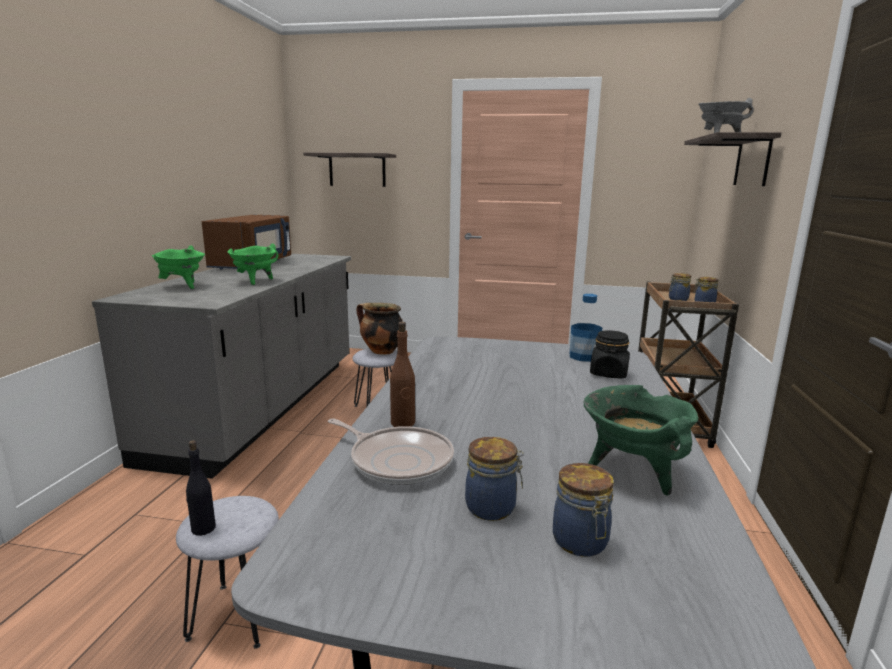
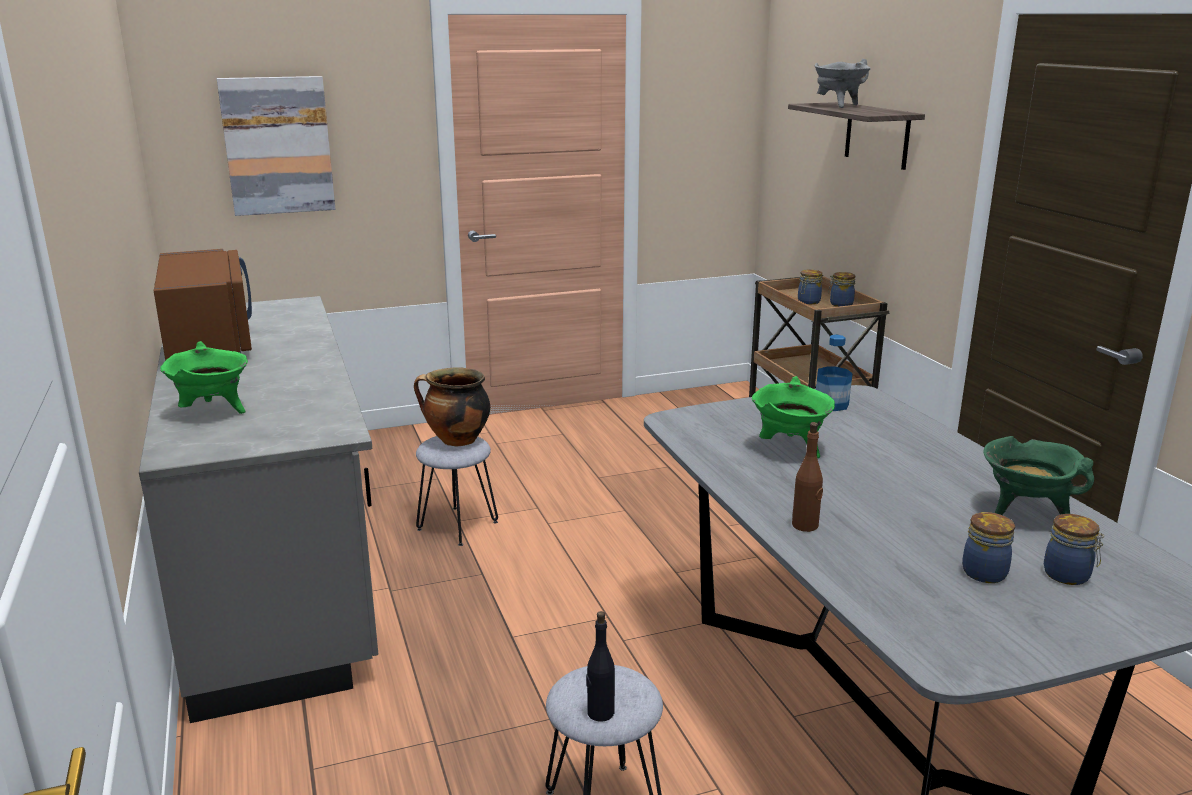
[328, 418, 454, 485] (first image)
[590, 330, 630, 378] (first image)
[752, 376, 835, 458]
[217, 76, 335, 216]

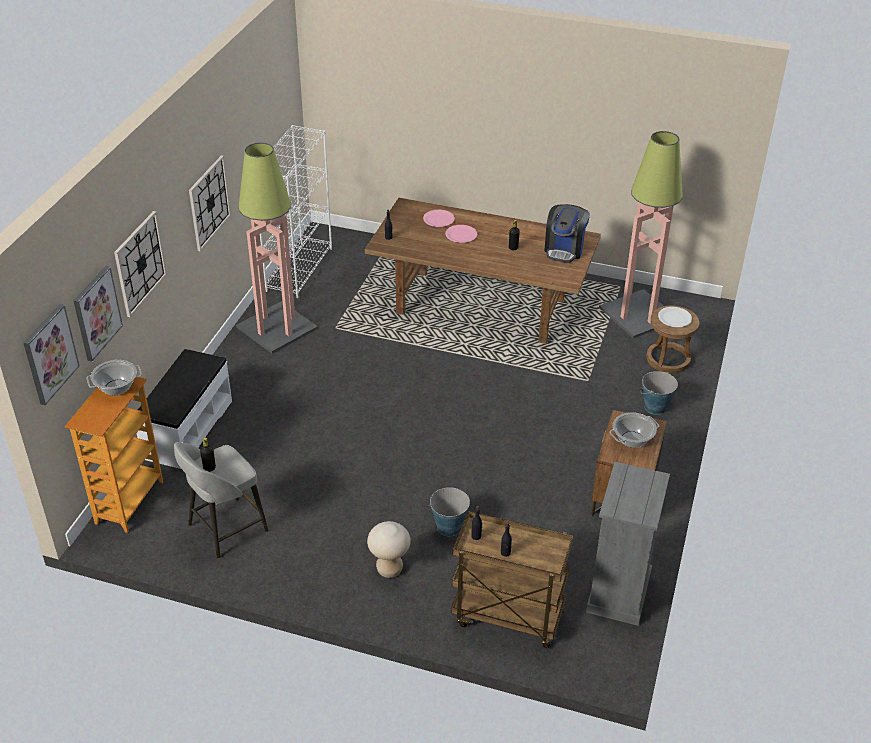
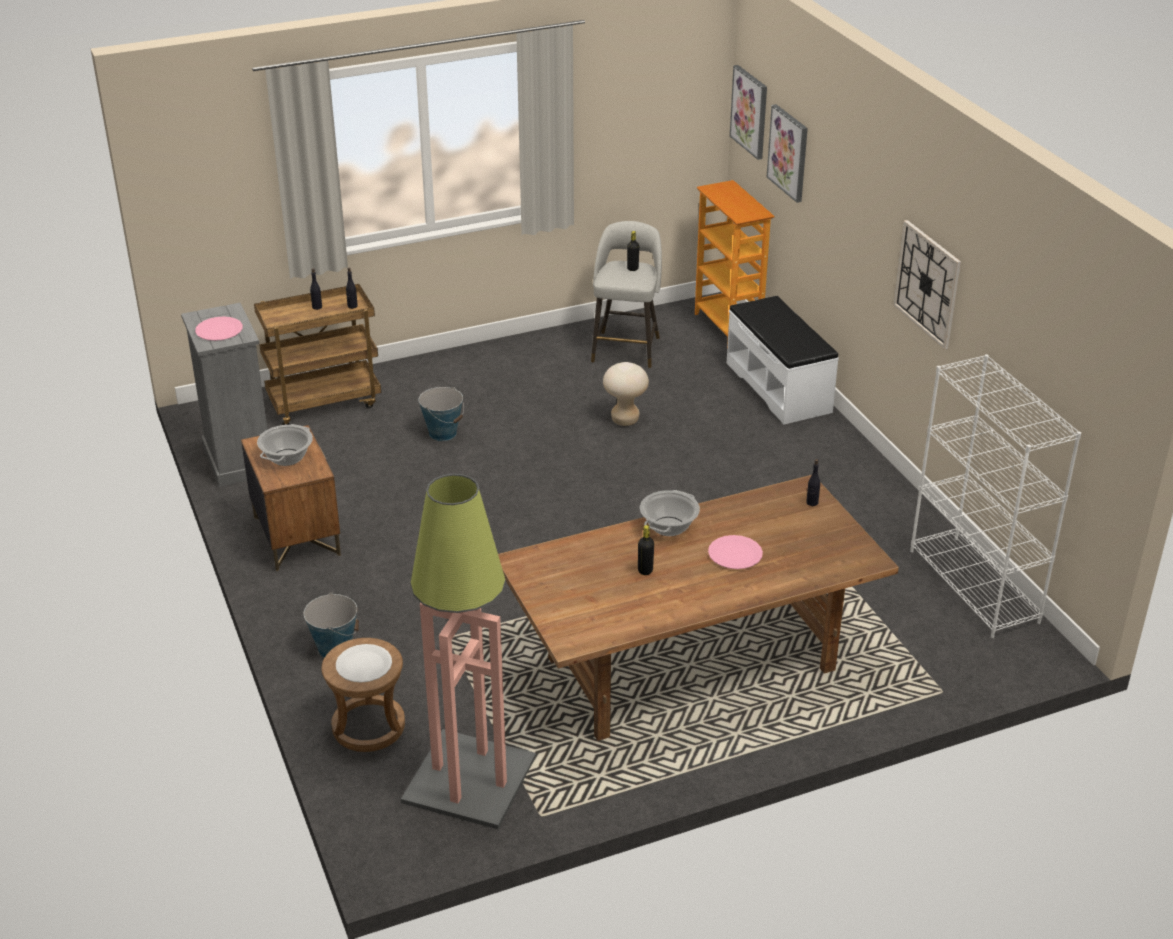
[114, 211, 167, 317] (first image)
[236, 142, 318, 354] (first image)
[544, 204, 590, 263] (first image)
[640, 490, 700, 536]
[603, 362, 649, 426]
[195, 316, 243, 341]

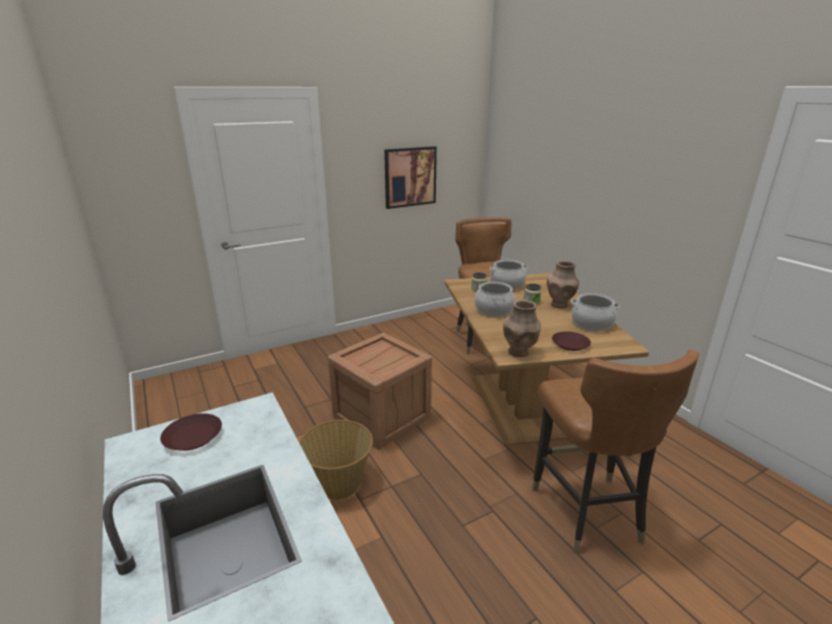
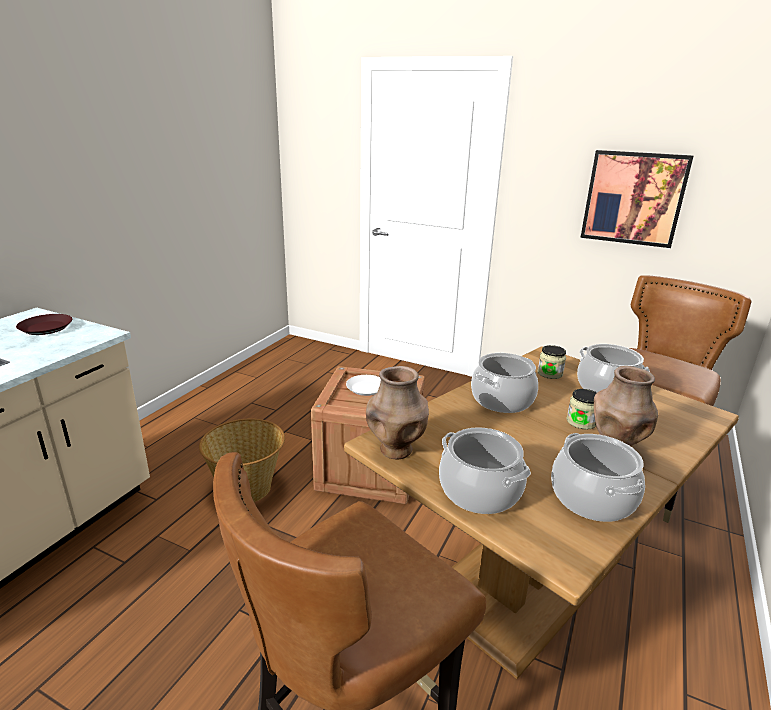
[346, 375, 381, 396]
[439, 427, 531, 514]

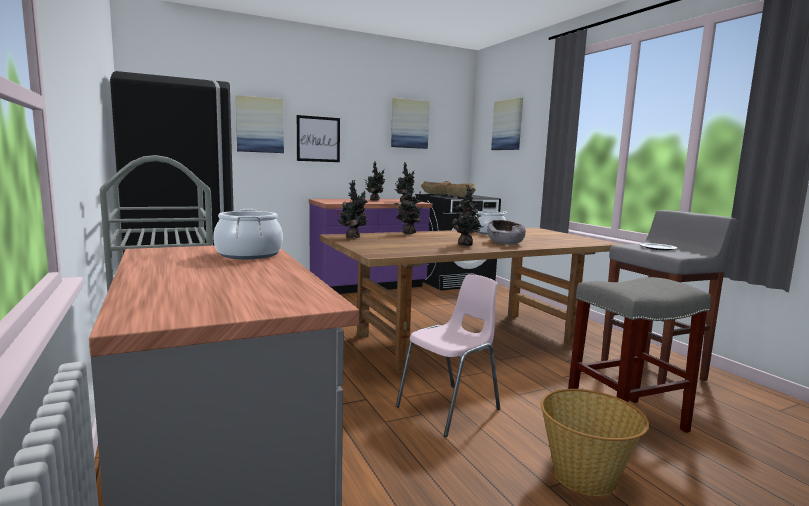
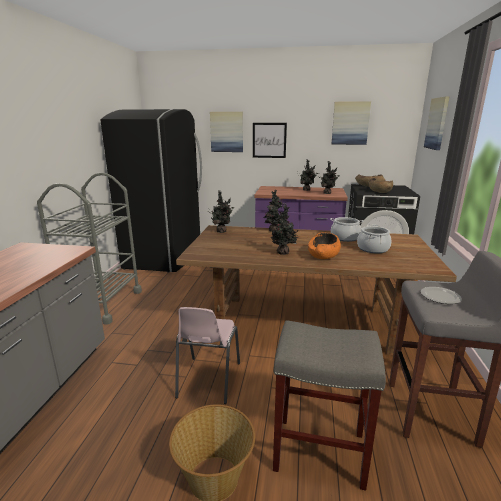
[357, 225, 391, 253]
[308, 232, 341, 259]
[175, 307, 240, 404]

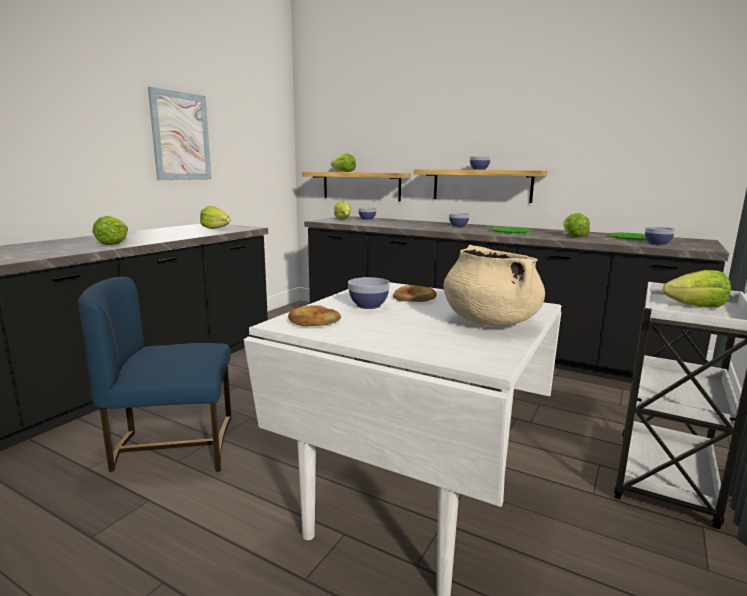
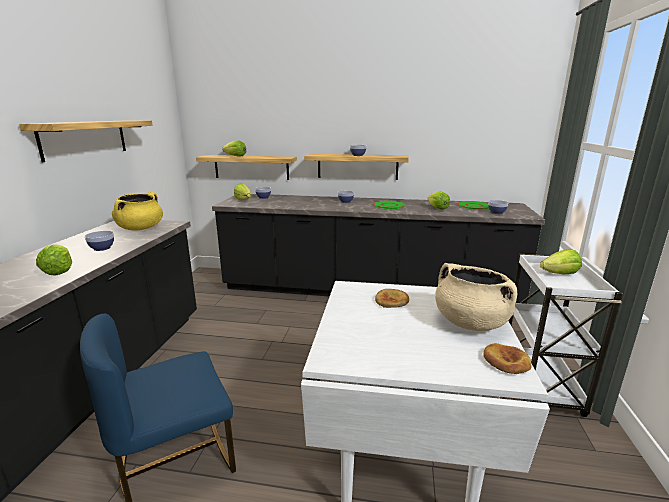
[484, 343, 531, 374]
[85, 231, 114, 251]
[19, 120, 153, 162]
[112, 192, 163, 230]

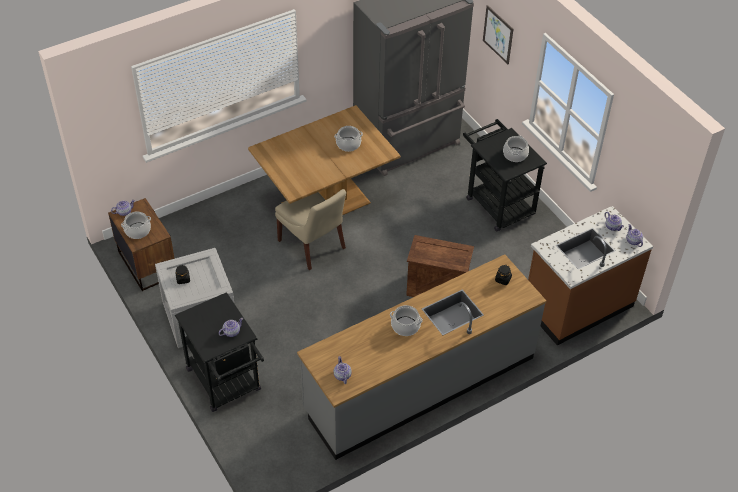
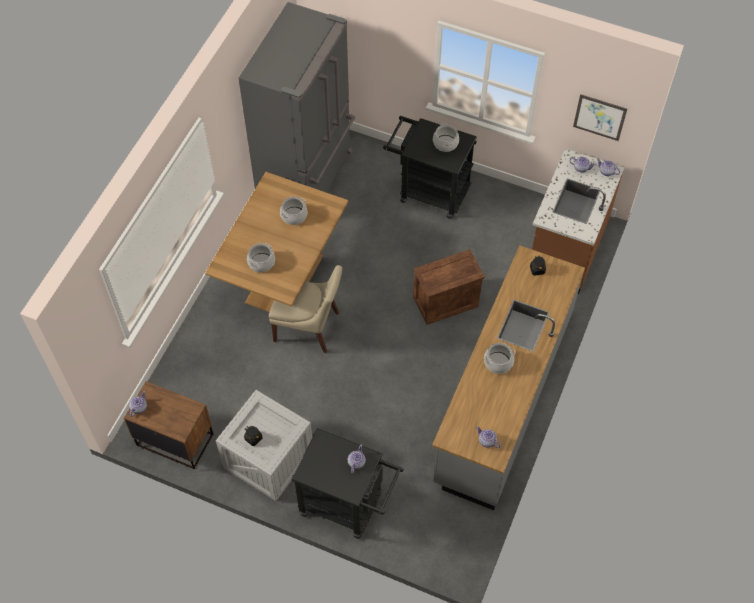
[247, 243, 275, 272]
[573, 94, 627, 141]

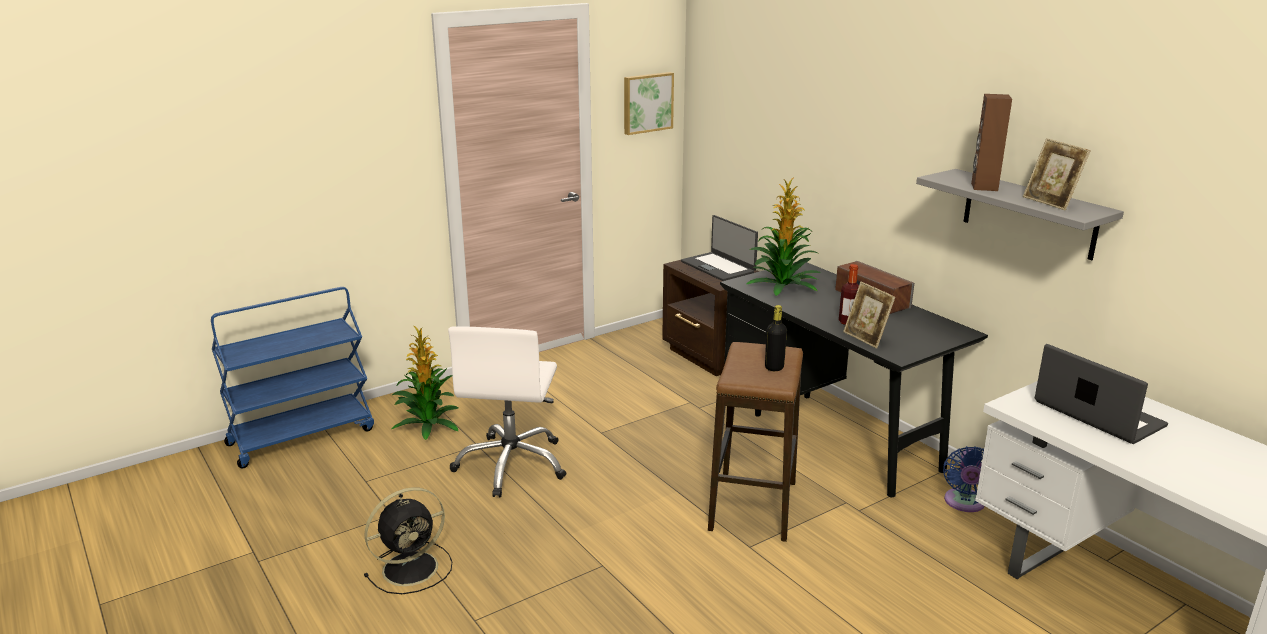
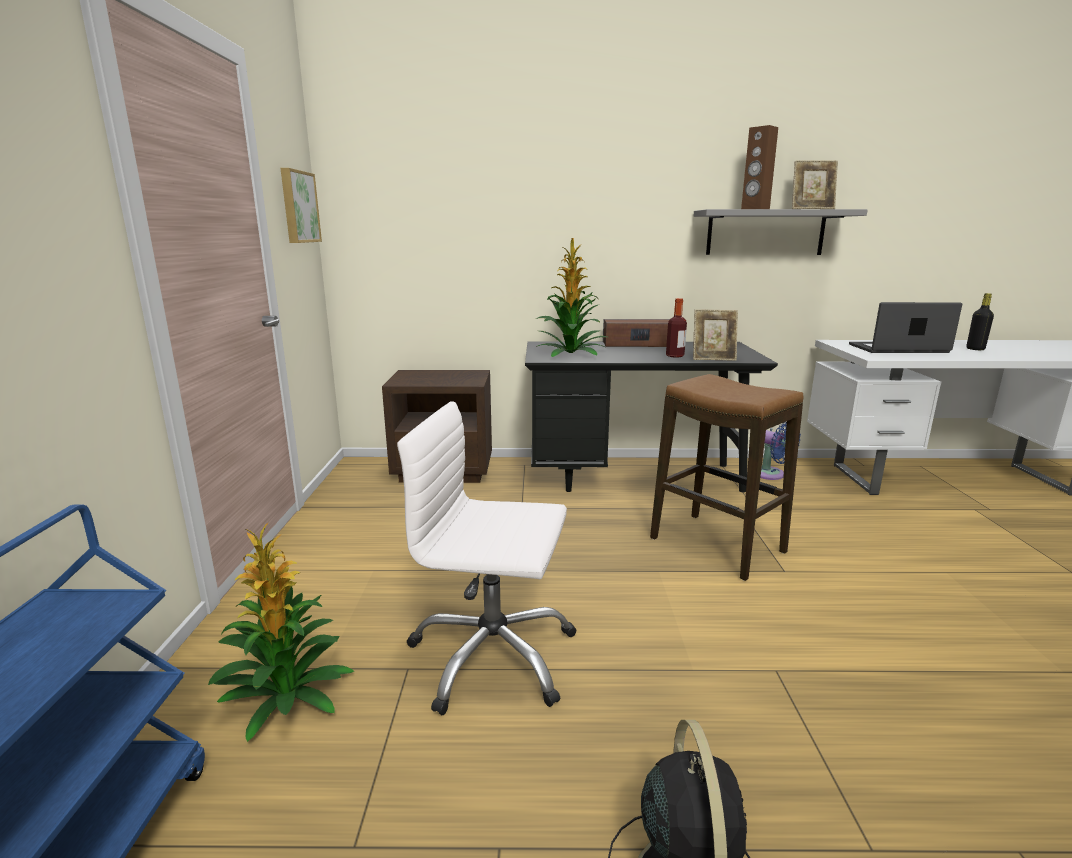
[681, 215, 758, 281] (first image)
[966, 293, 994, 350]
[397, 401, 577, 715]

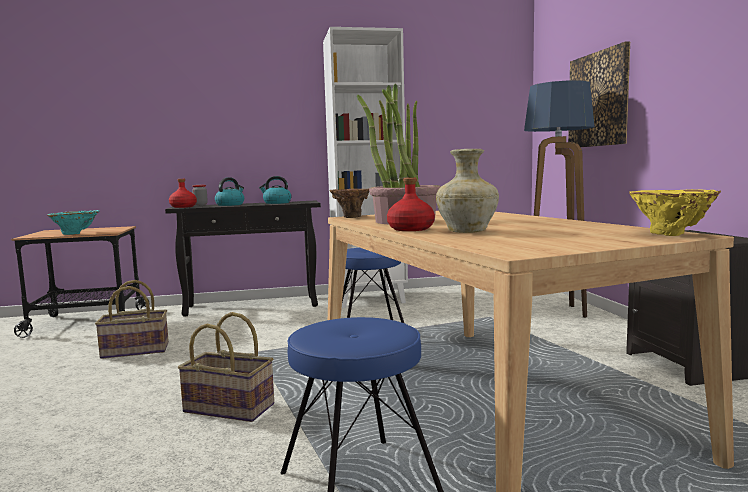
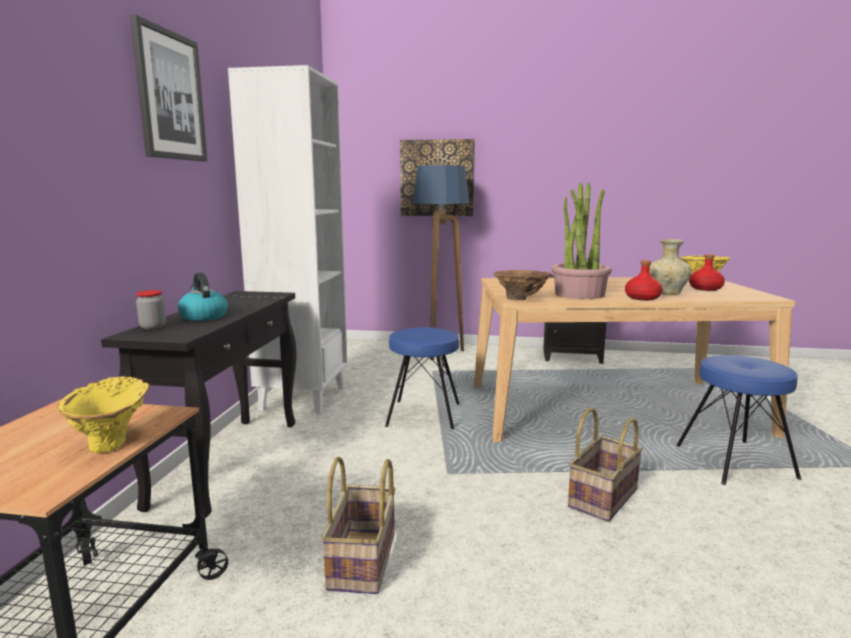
[259, 176, 292, 204] (first image)
[131, 15, 207, 161]
[689, 254, 725, 291]
[57, 376, 150, 453]

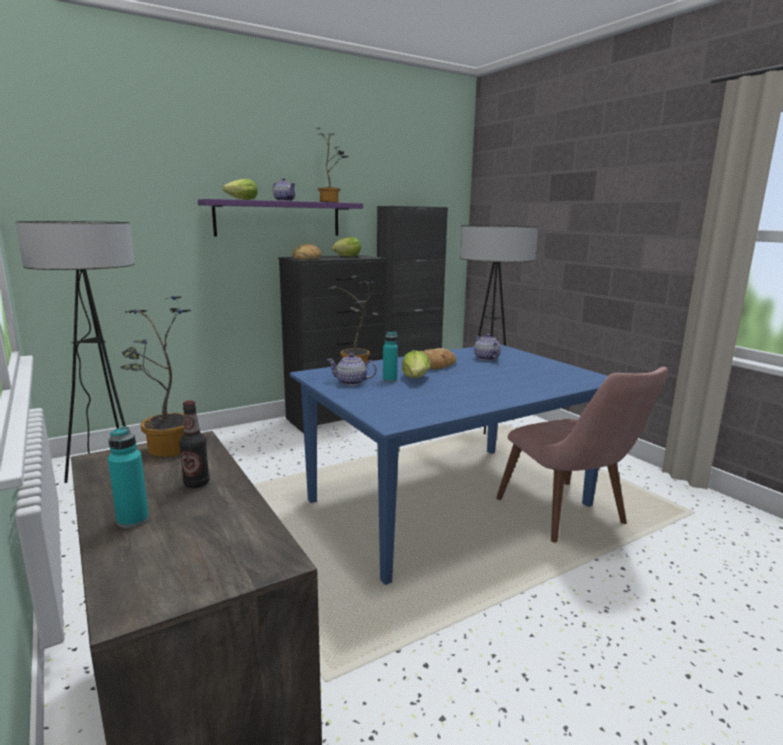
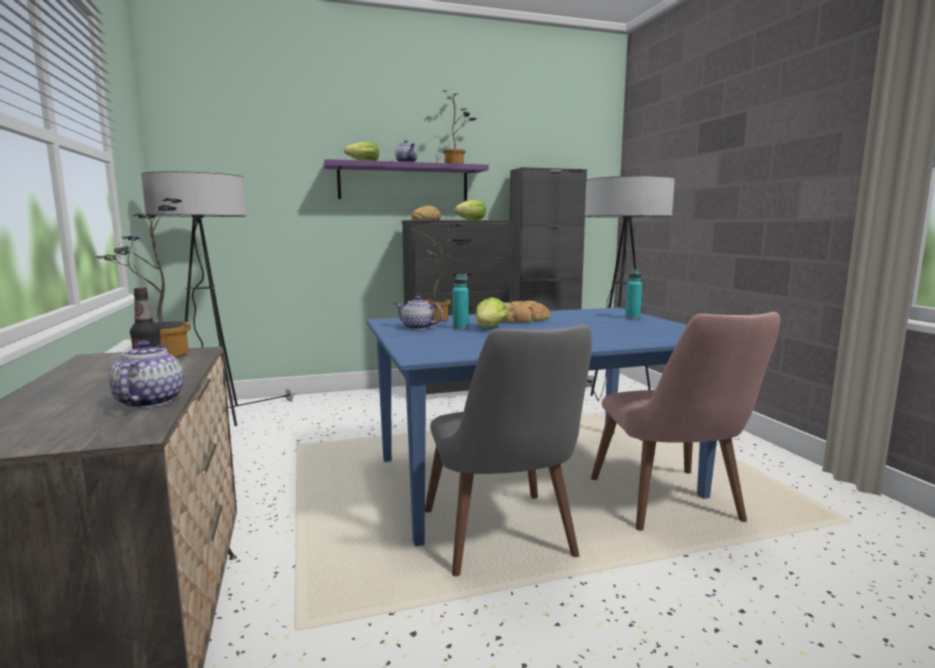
[425, 324, 592, 576]
[625, 269, 642, 319]
[109, 340, 184, 408]

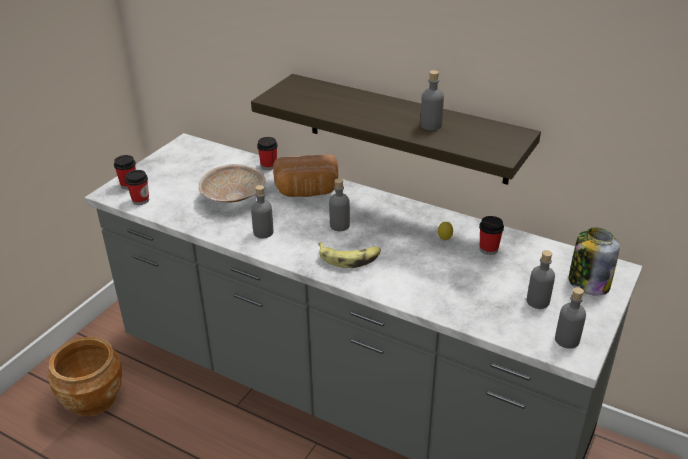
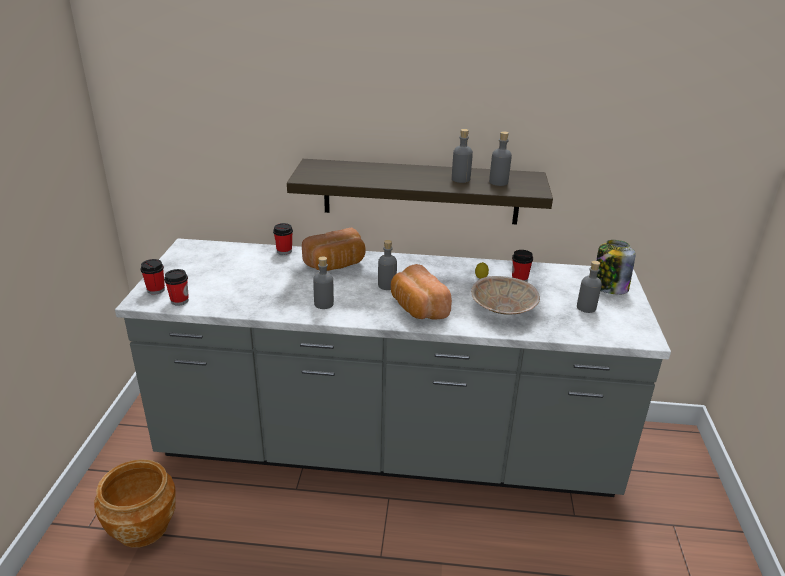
[471, 276, 540, 315]
[489, 131, 512, 186]
[391, 264, 452, 320]

